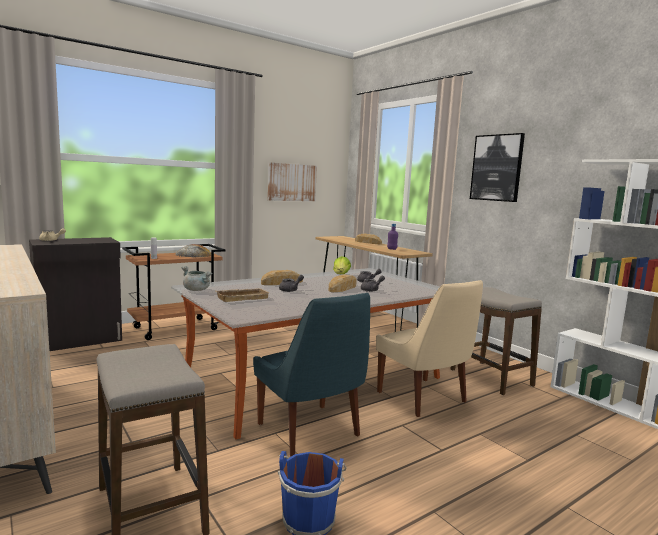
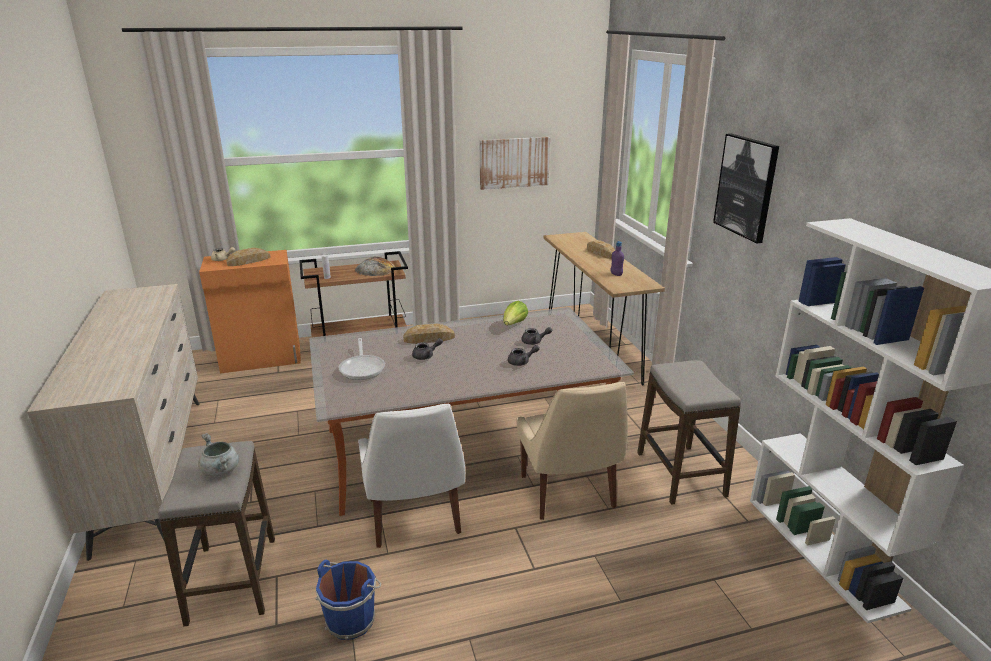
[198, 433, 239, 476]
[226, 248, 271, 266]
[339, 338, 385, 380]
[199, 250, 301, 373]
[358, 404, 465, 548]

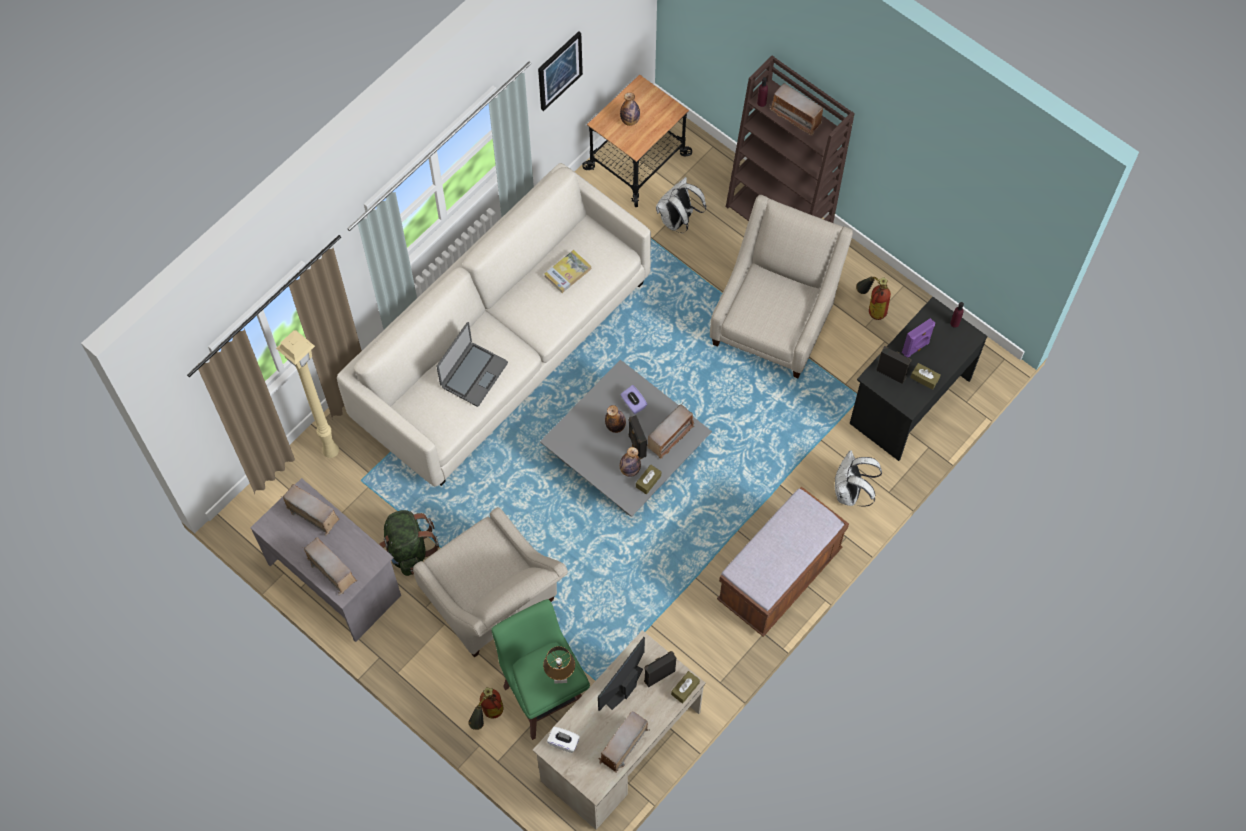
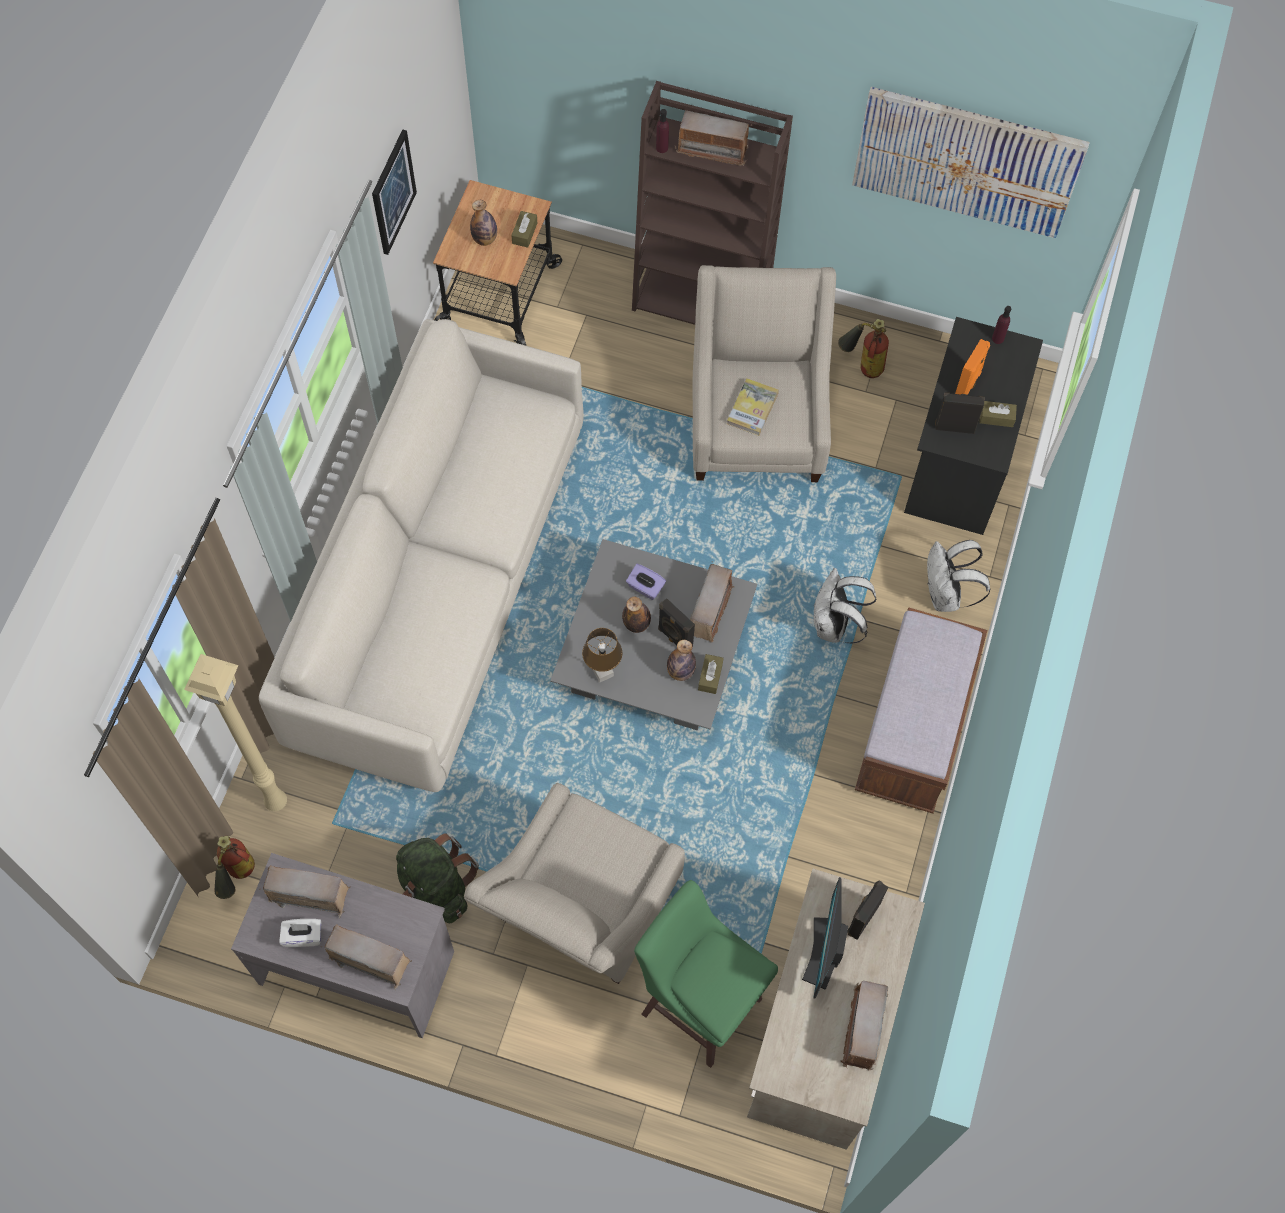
[436, 322, 508, 407] (first image)
[852, 87, 1090, 238]
[214, 836, 255, 899]
[582, 628, 622, 683]
[727, 378, 779, 436]
[279, 919, 321, 947]
[814, 568, 877, 643]
[511, 211, 537, 248]
[955, 339, 990, 395]
[464, 783, 685, 984]

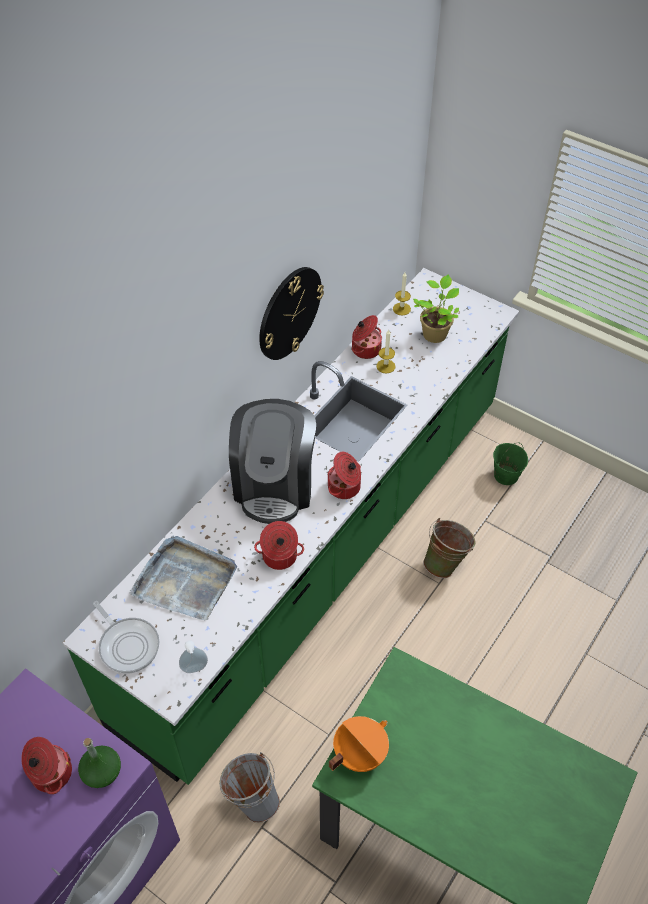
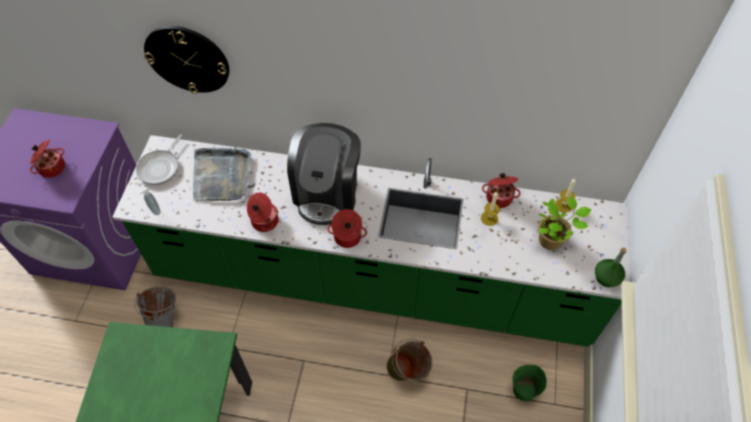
[329, 716, 389, 772] (first image)
[595, 248, 627, 287]
[144, 26, 229, 94]
[287, 123, 361, 225]

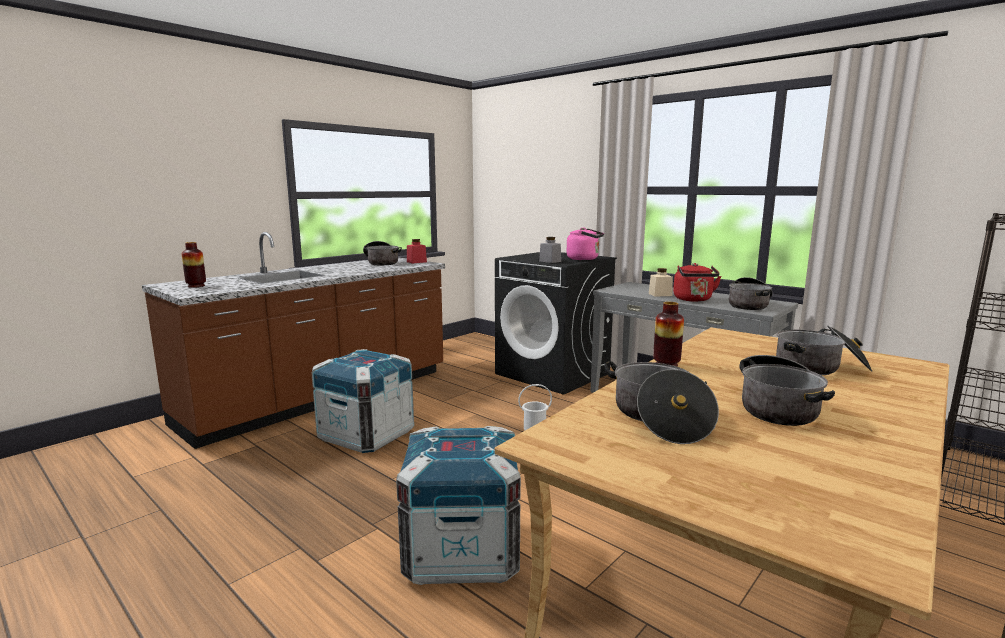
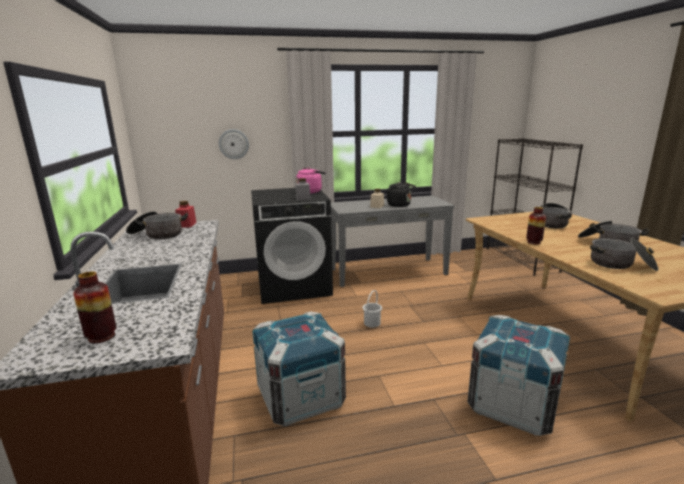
[729, 277, 773, 310] (first image)
[219, 129, 249, 159]
[387, 182, 416, 207]

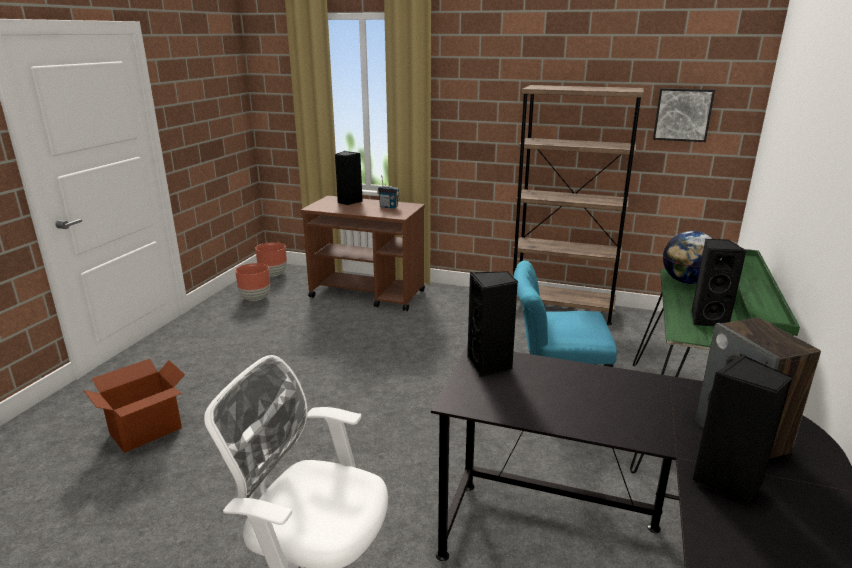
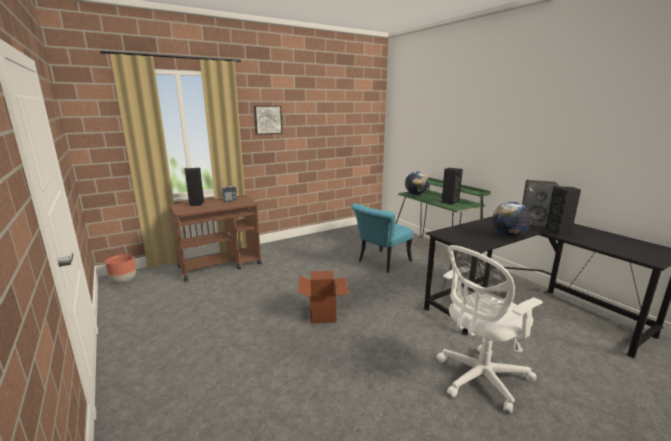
[235, 263, 270, 301] (first image)
[467, 271, 518, 377] (first image)
[513, 85, 644, 325] (first image)
[492, 202, 531, 237]
[298, 271, 349, 323]
[254, 106, 282, 135]

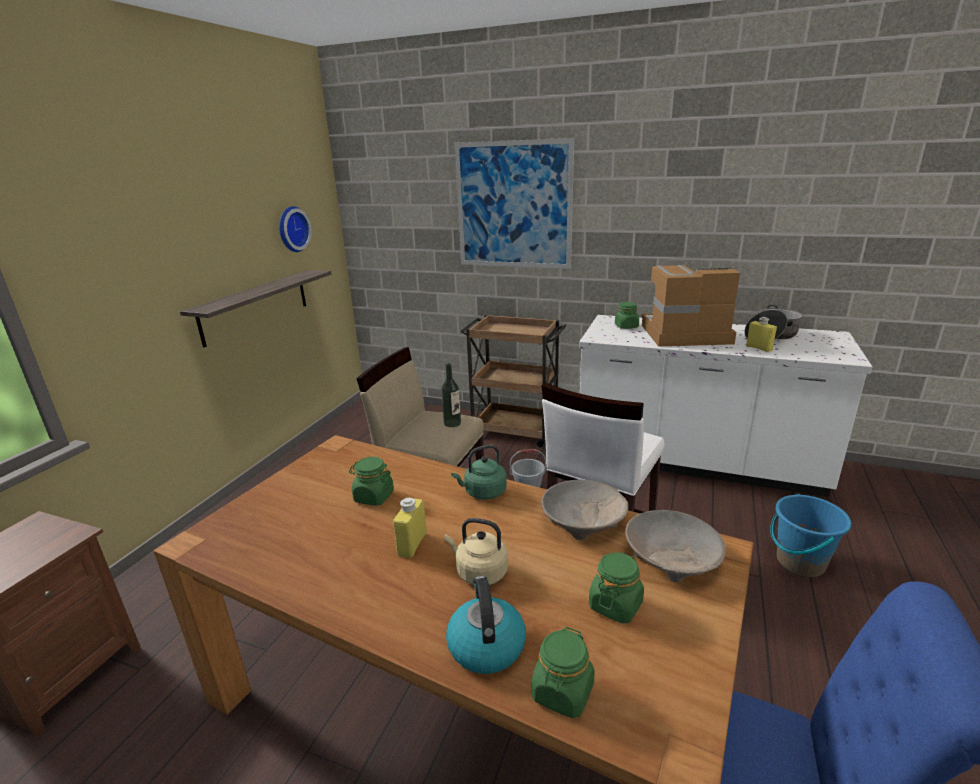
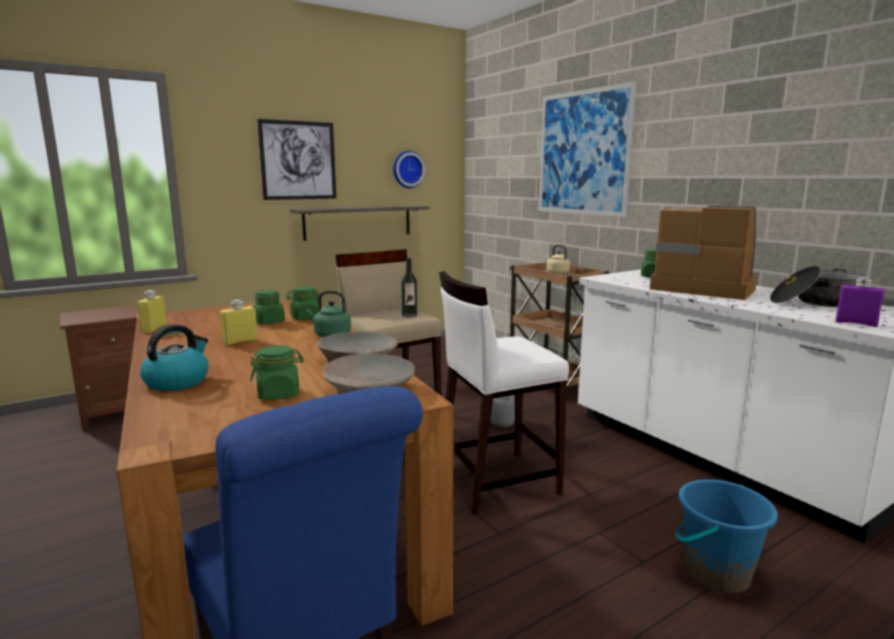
[257, 119, 336, 200]
[835, 277, 884, 327]
[546, 245, 570, 274]
[286, 286, 320, 320]
[137, 290, 167, 333]

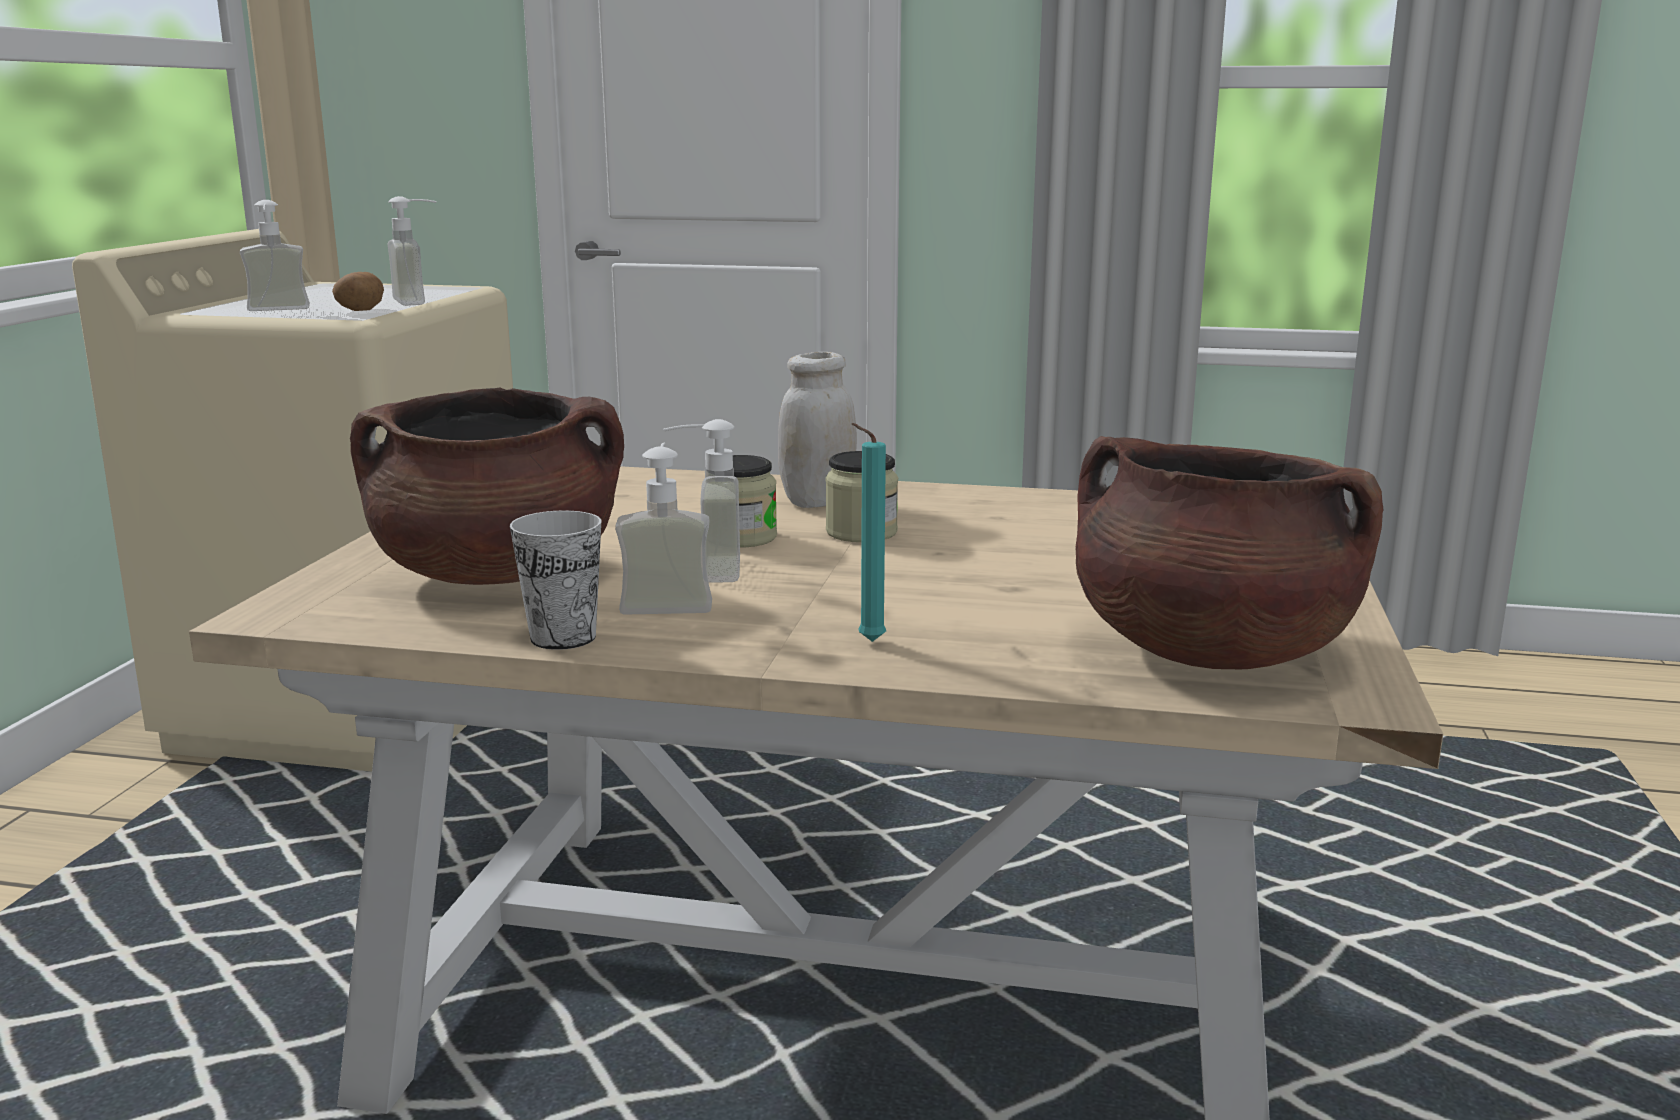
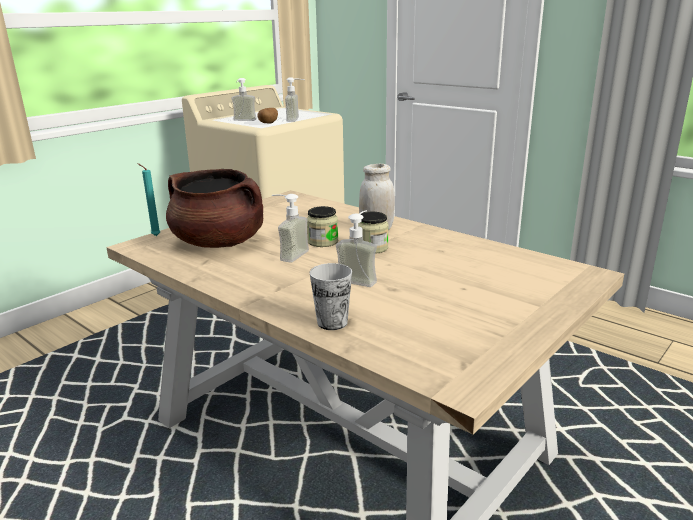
[1076, 436, 1384, 669] (first image)
[310, 263, 352, 330]
[336, 210, 377, 287]
[137, 163, 161, 236]

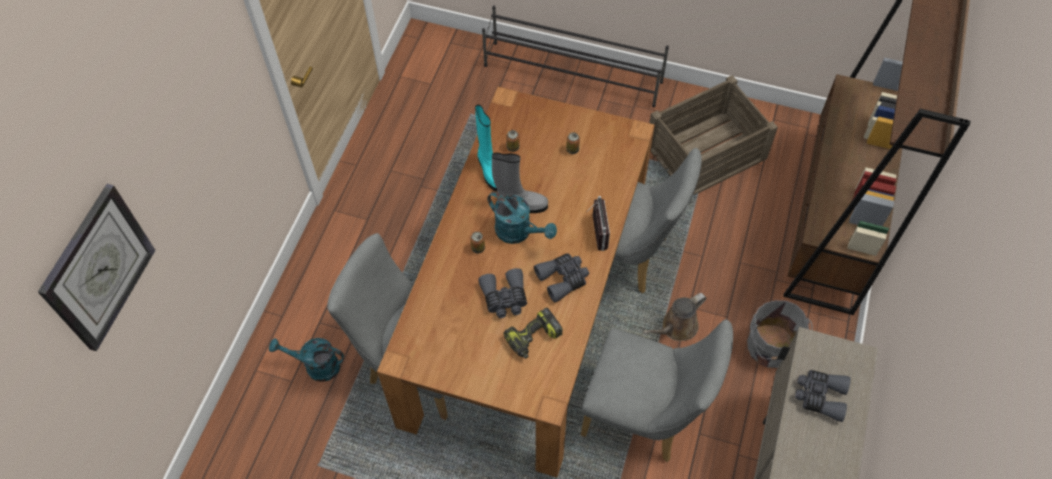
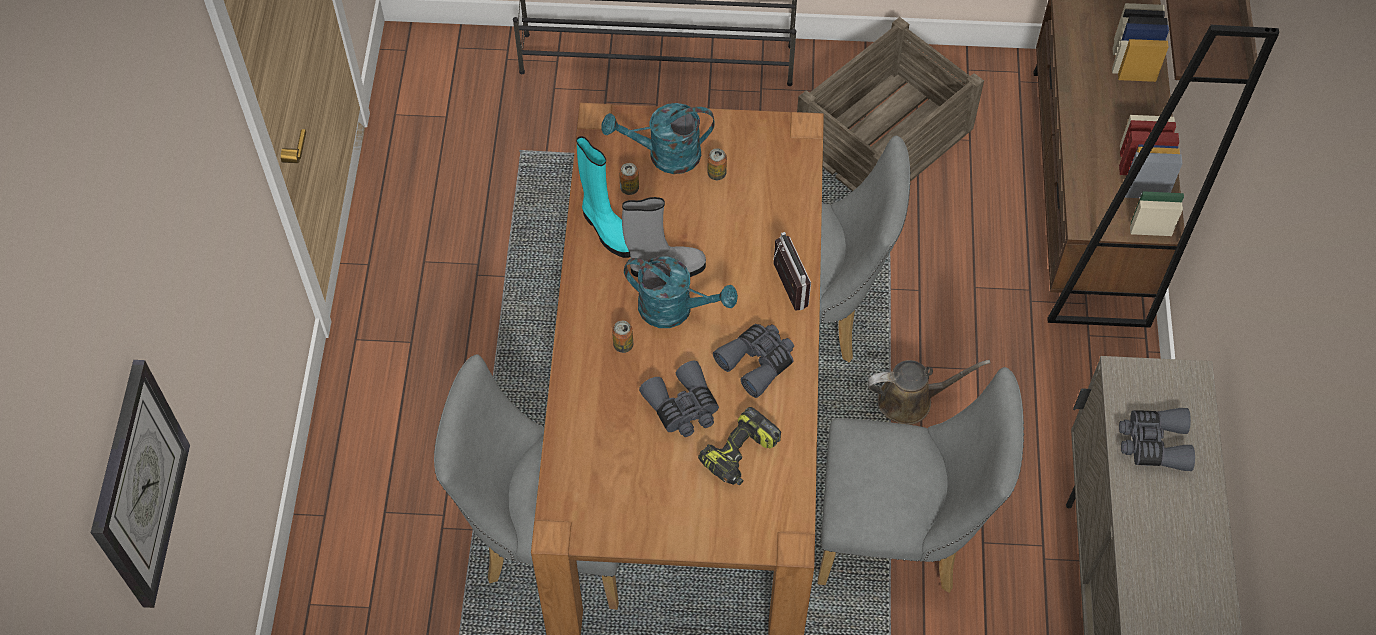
[747, 300, 813, 368] (first image)
[601, 103, 715, 174]
[868, 360, 990, 425]

